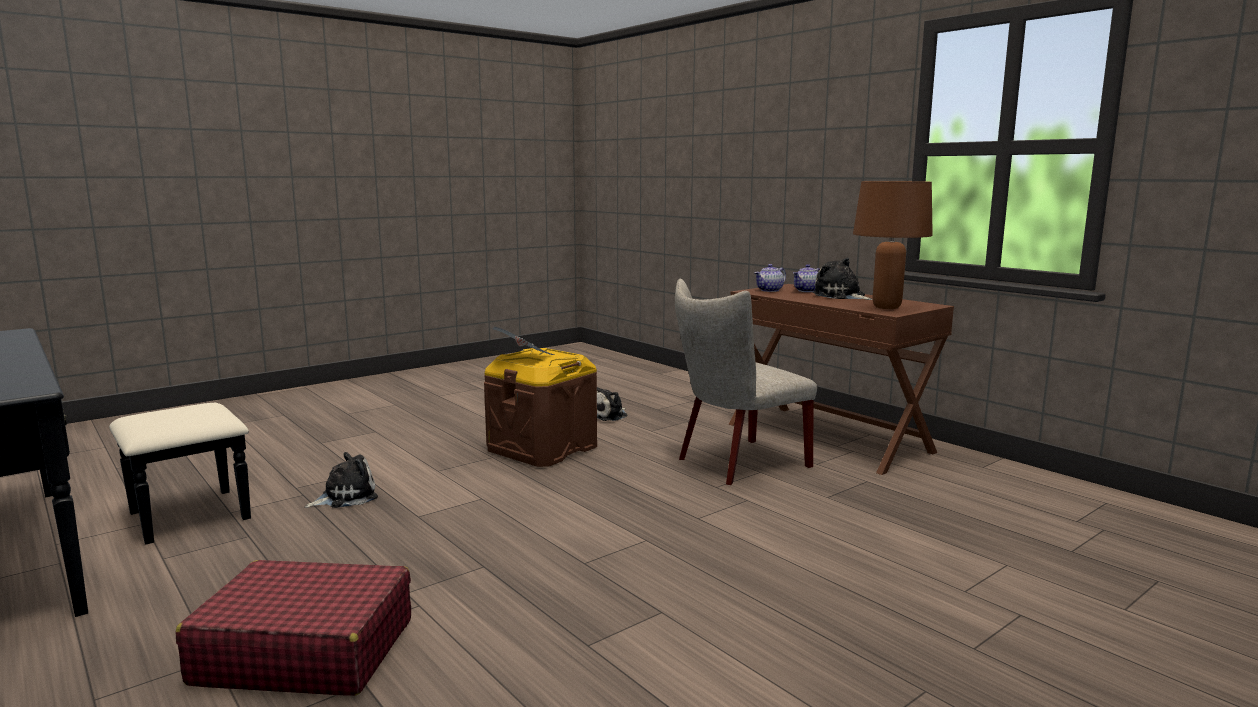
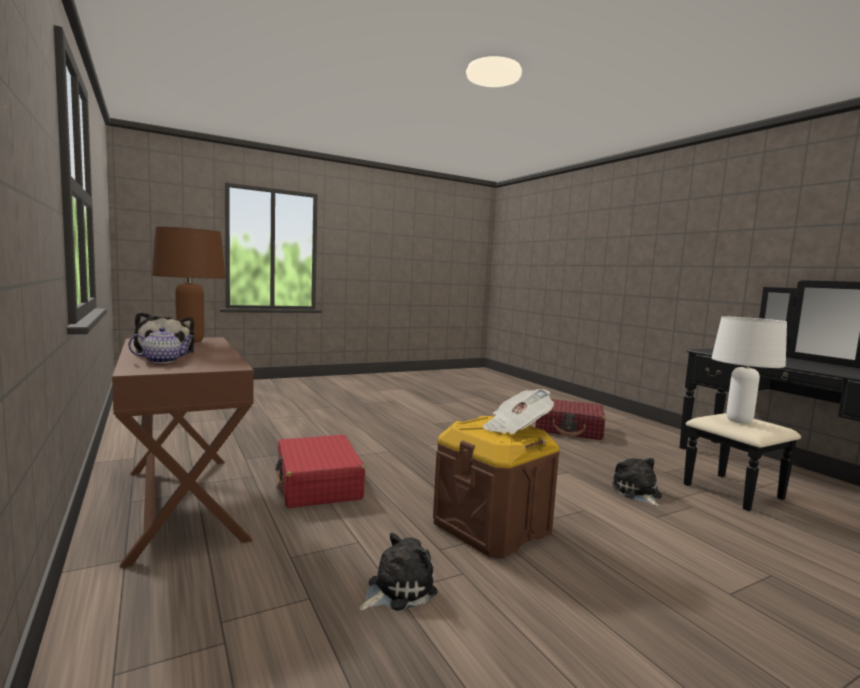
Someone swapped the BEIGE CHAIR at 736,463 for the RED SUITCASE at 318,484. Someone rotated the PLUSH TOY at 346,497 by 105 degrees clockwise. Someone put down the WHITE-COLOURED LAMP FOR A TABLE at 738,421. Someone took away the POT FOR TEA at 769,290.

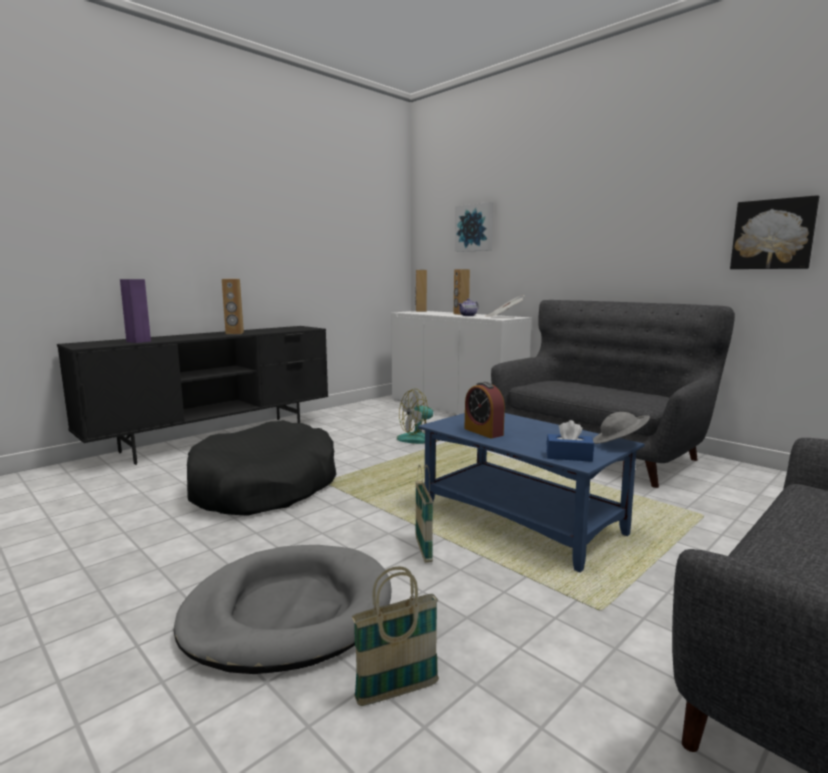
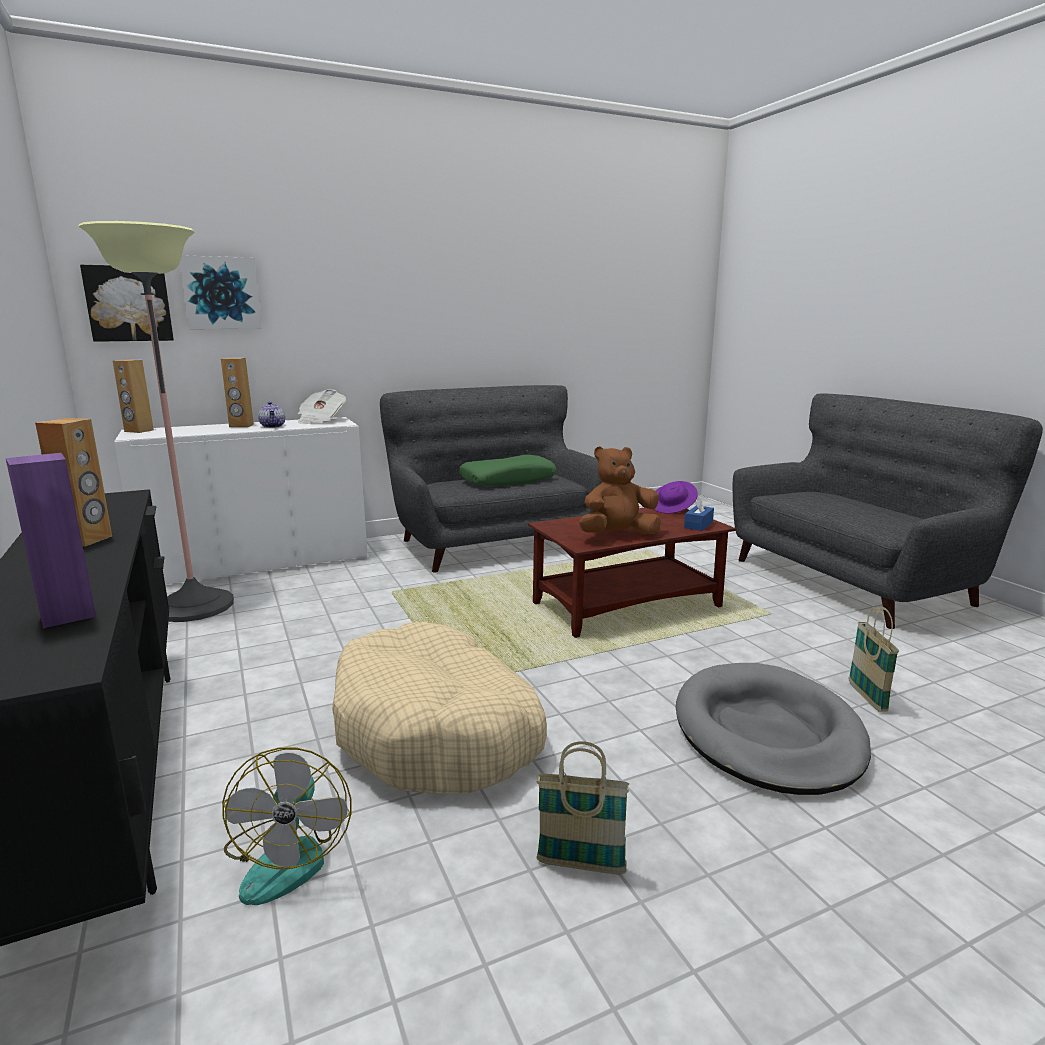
Someone put down the STANDARD LAMP at 194,606. Someone carried the PICTURE from 773,234 to 129,304. Someone carried the ELECTRIC FAN from 420,439 to 288,856. Someone repainted the BLACK-COLOURED DOG BED at 264,487, which became the BEIGE DOG BED at 437,731. Someone put down the GREENISH CUSHION at 508,481. Someone repainted the BLUE-COLOURED COFFEE TABLE at 522,521, which became the BROWN-COLOURED COFFEE TABLE at 627,605. Someone carried the STORAGE BASKET from 423,549 to 581,865. Someone swapped the TABLE CLOCK at 483,432 for the BROWN-COLOURED PLUSH TOY at 617,535. Someone repainted the GRAY HAT at 619,444, which became the PURPLE-COLOURED HAT at 673,508.

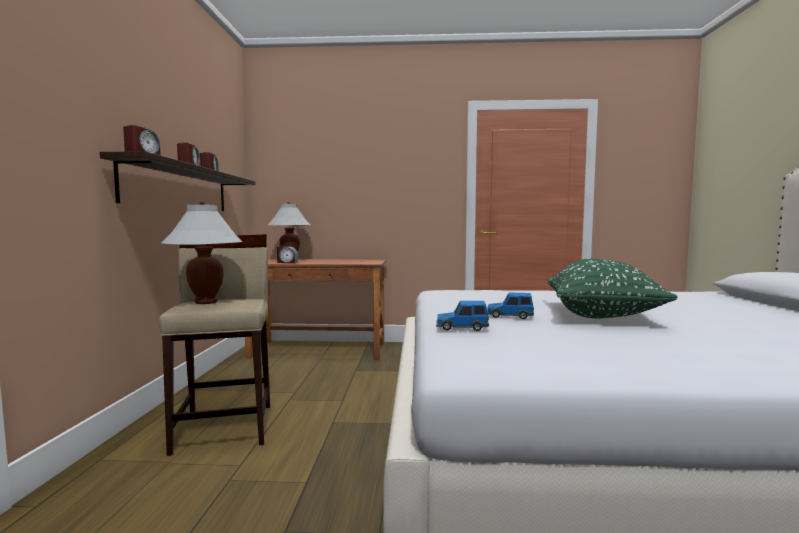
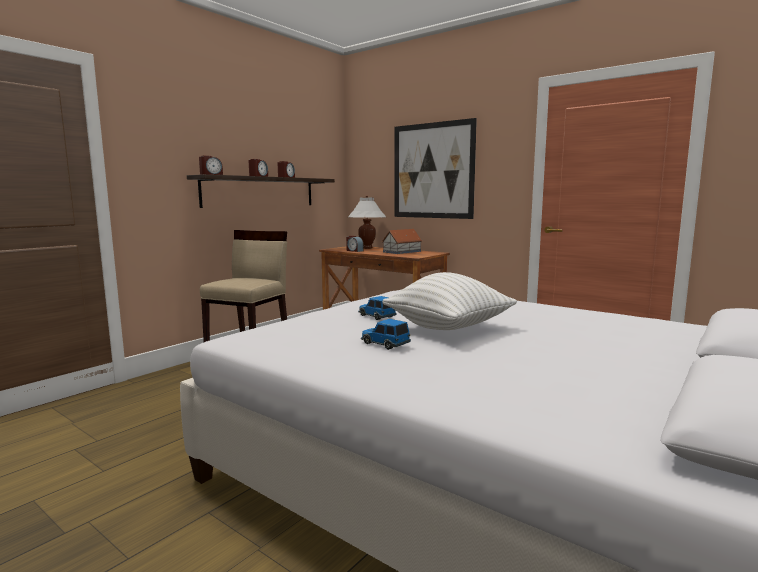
Someone carried the TOY CAR from 461,328 to 384,344. Someone put down the MODEL HOUSE at 402,251. Someone repainted the GREENISH CUSHION at 601,316, which became the WHITE-COLOURED CUSHION at 448,328. Someone put up the PICTURE at 432,171. Someone took away the WHITE-COLOURED LAMP FOR A TABLE at 206,302.

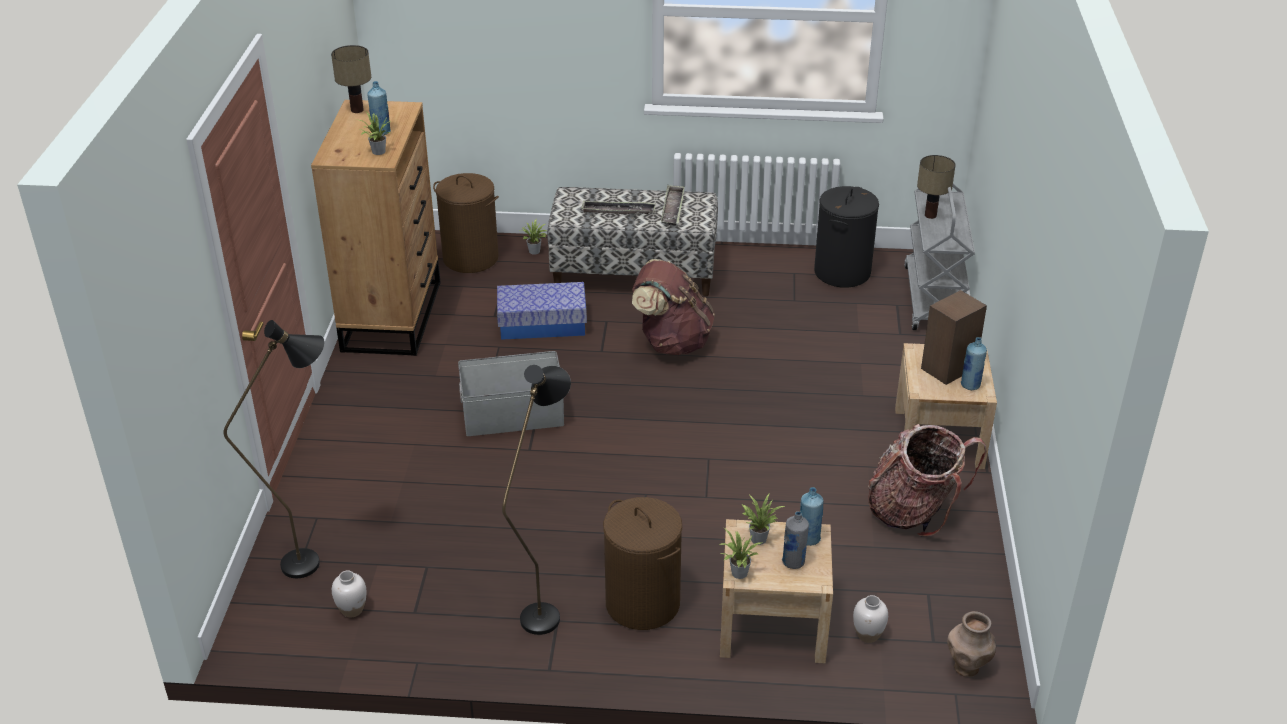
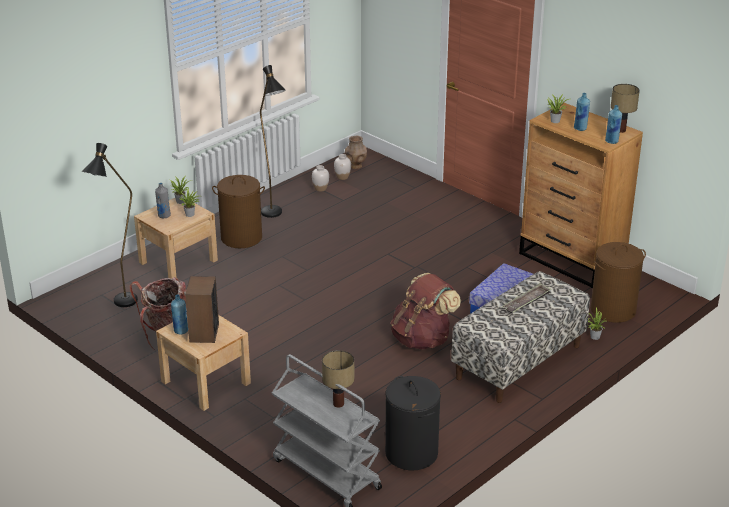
Someone carried the BLACK-COLOURED STANDARD LAMP from 315,561 to 121,305. Someone carried the WHITE-COLOURED DECORATIVE VASE from 868,635 to 320,189. Someone carried the BROWN-COLOURED DECORATIVE VASE from 967,667 to 356,166. Someone carried the BLUE-COLOURED BOTTLE from 809,538 to 612,141. Someone took away the GRAY STORAGE BOX at 512,416. Someone took away the TRAY at 672,209.

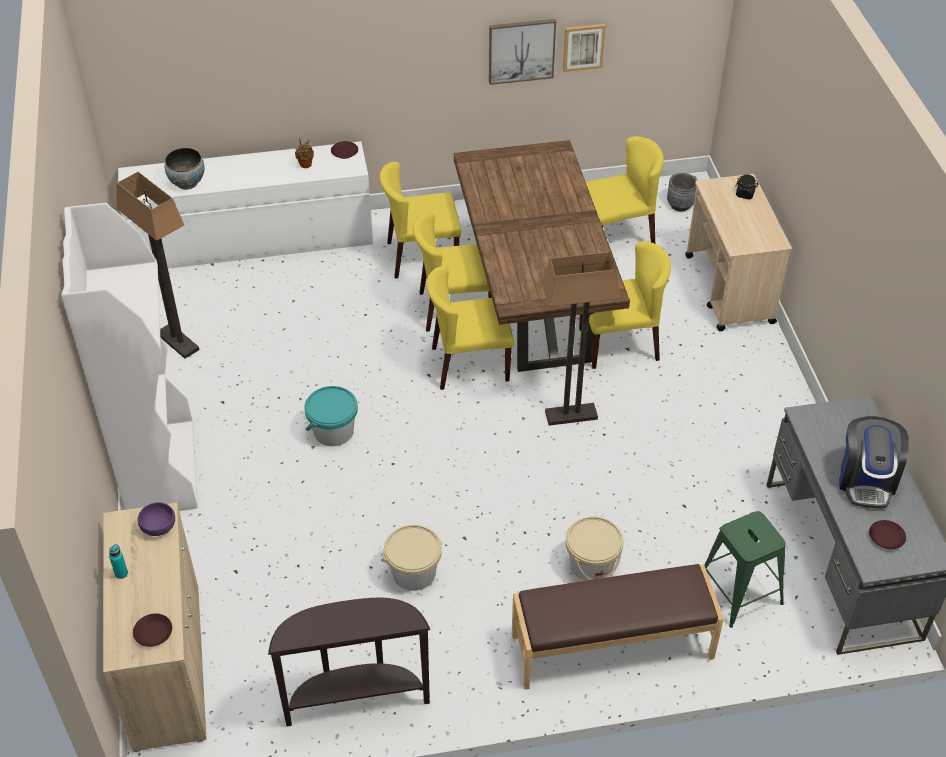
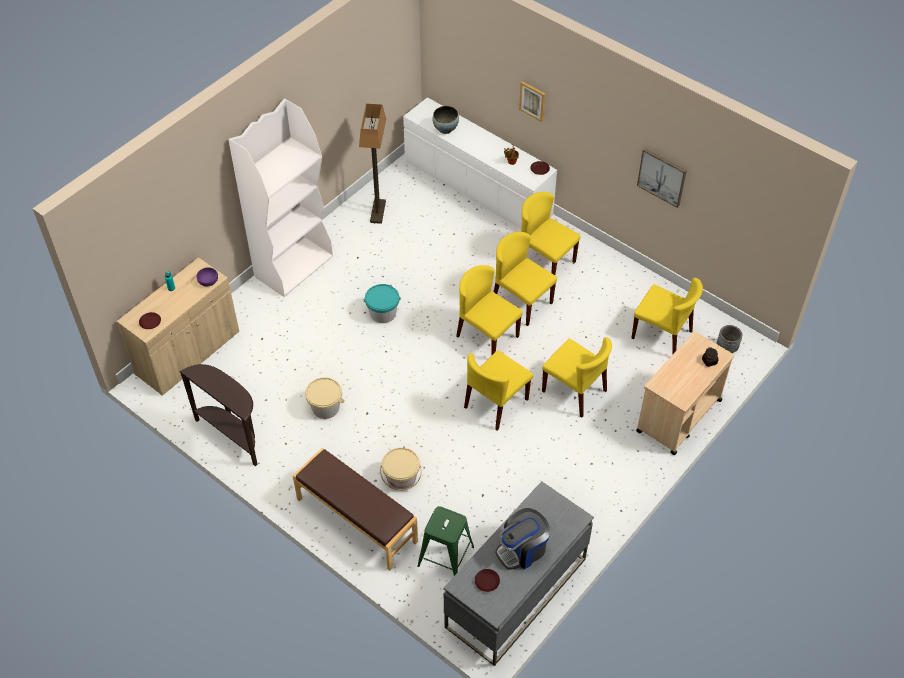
Someone swapped the STANDARD LAMP at 571,416 for the YELLOWISH CHAIR at 496,404. Someone carried the PICTURE from 583,47 to 532,101. Someone took away the BROWN-COLOURED DINNER TABLE at 534,297.

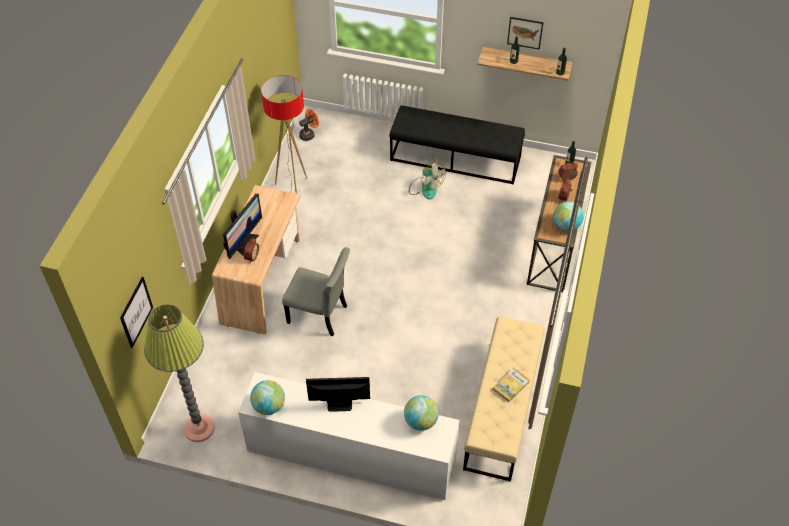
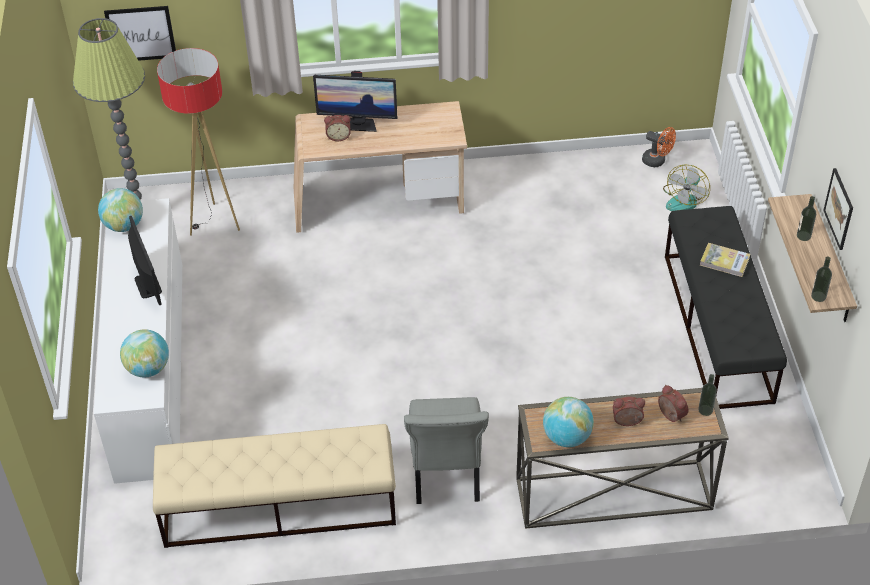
Someone carried the STANDARD LAMP from 293,188 to 214,223. Someone carried the GRAY CHAIR from 319,315 to 446,474. Someone carried the ELECTRIC FAN from 425,188 to 684,199. Someone carried the BOUND BOOK from 511,385 to 724,261.

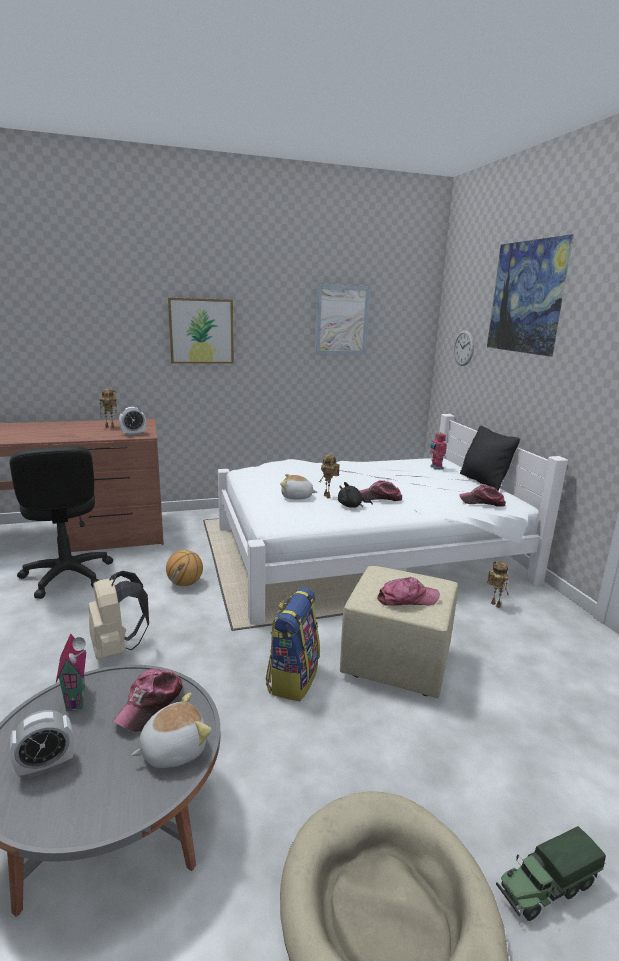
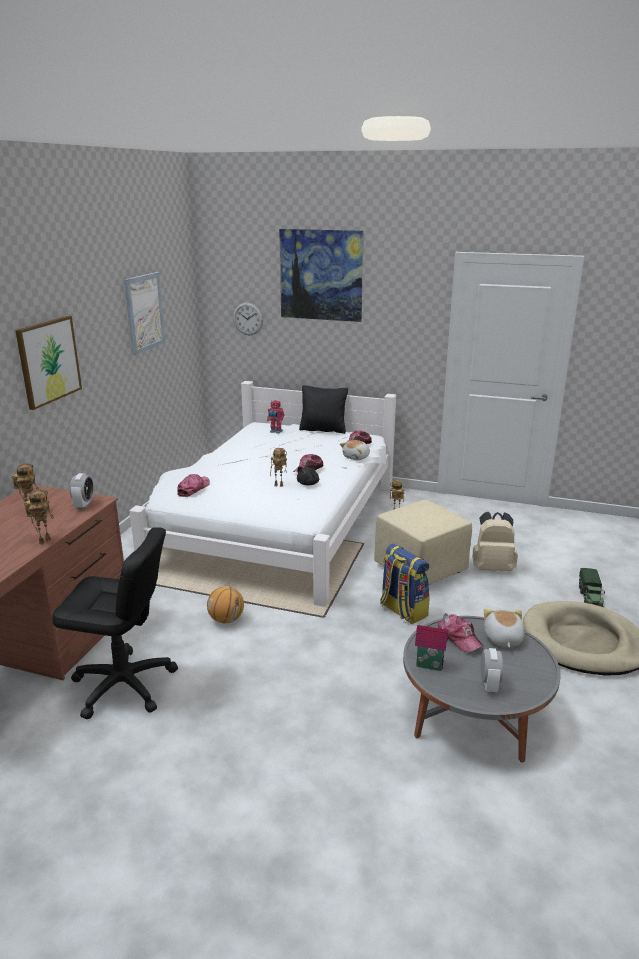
Someone put down the TOY ROBOT at 44,541. Someone carried the CAP from 407,599 to 193,489. Someone carried the PLUSH TOY from 297,497 to 357,457. Someone carried the BEIGE KNAPSACK from 117,648 to 492,567.

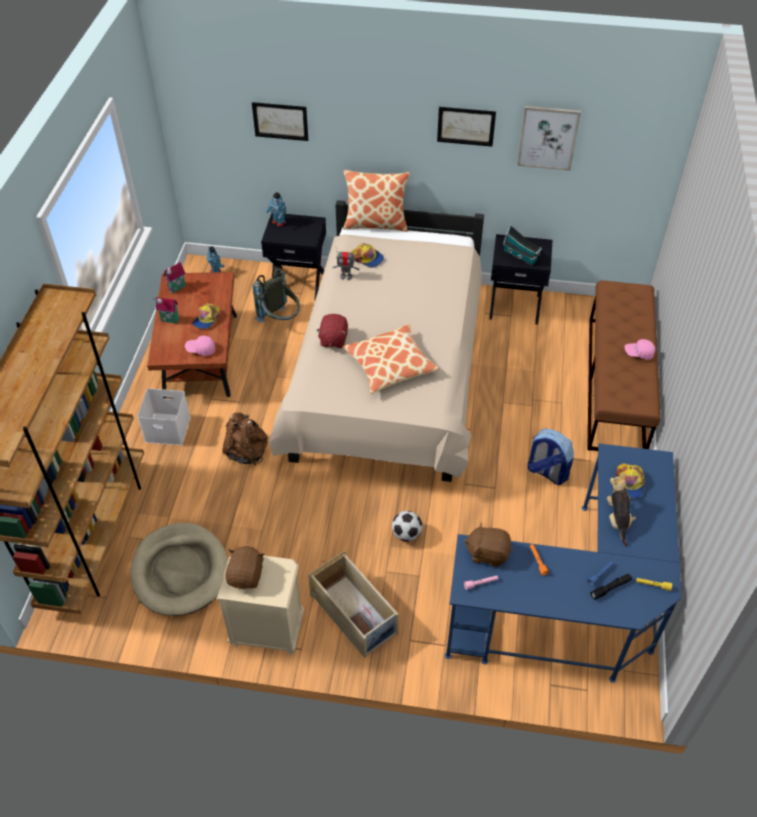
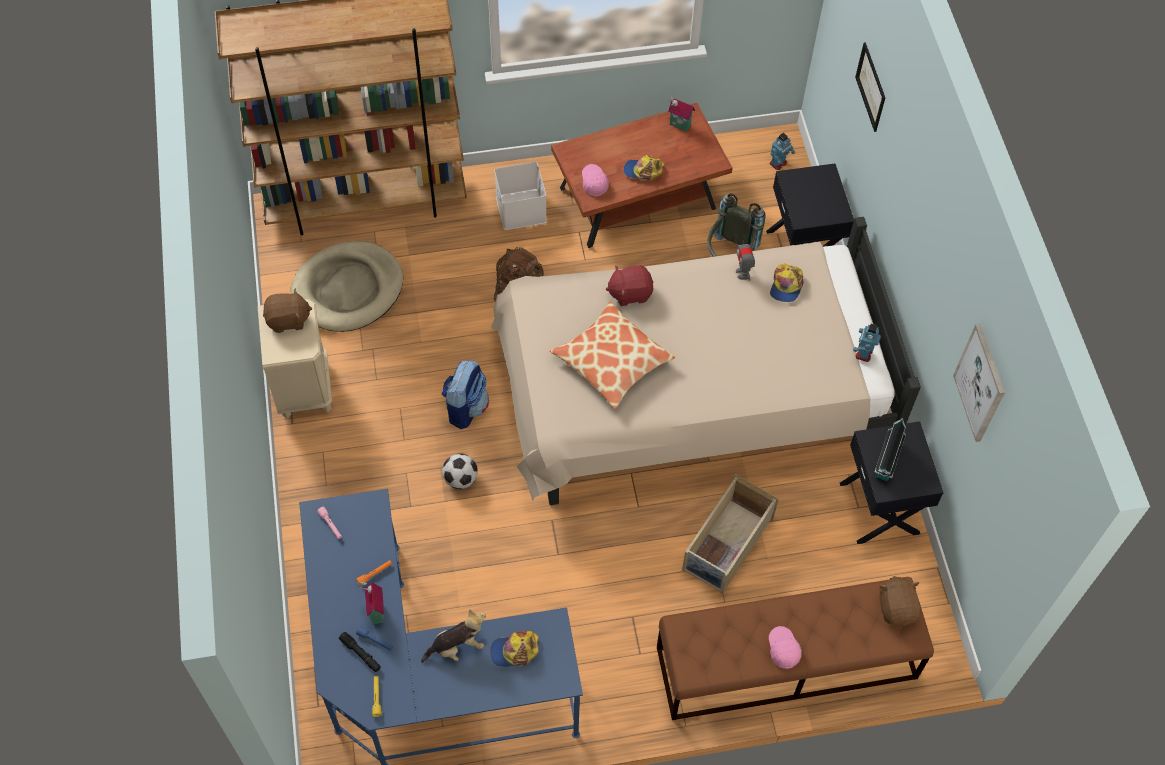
Someone carried the MODEL HOUSE from 169,320 to 375,612. Someone carried the KNAPSACK from 546,472 to 466,407. Someone carried the BEIGE STORAGE BOX from 354,614 to 727,545. Someone carried the TOY ROBOT from 278,222 to 863,353. Someone carried the BROWN-COLOURED PLUSH TOY from 487,553 to 897,608. Someone took away the CUSHION at 376,223. Someone took away the PICTURE at 466,126.

